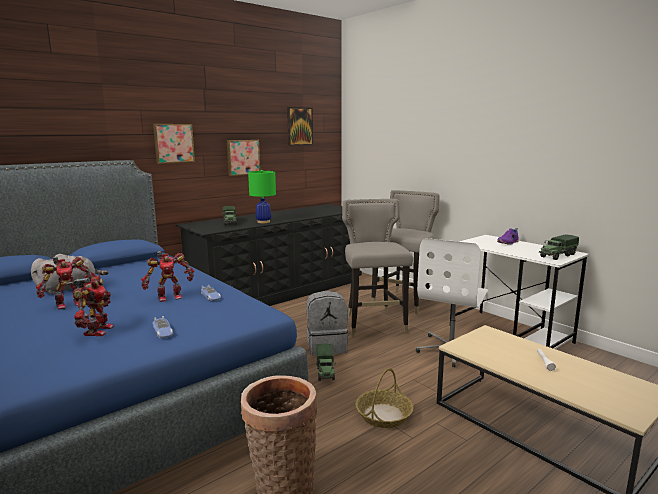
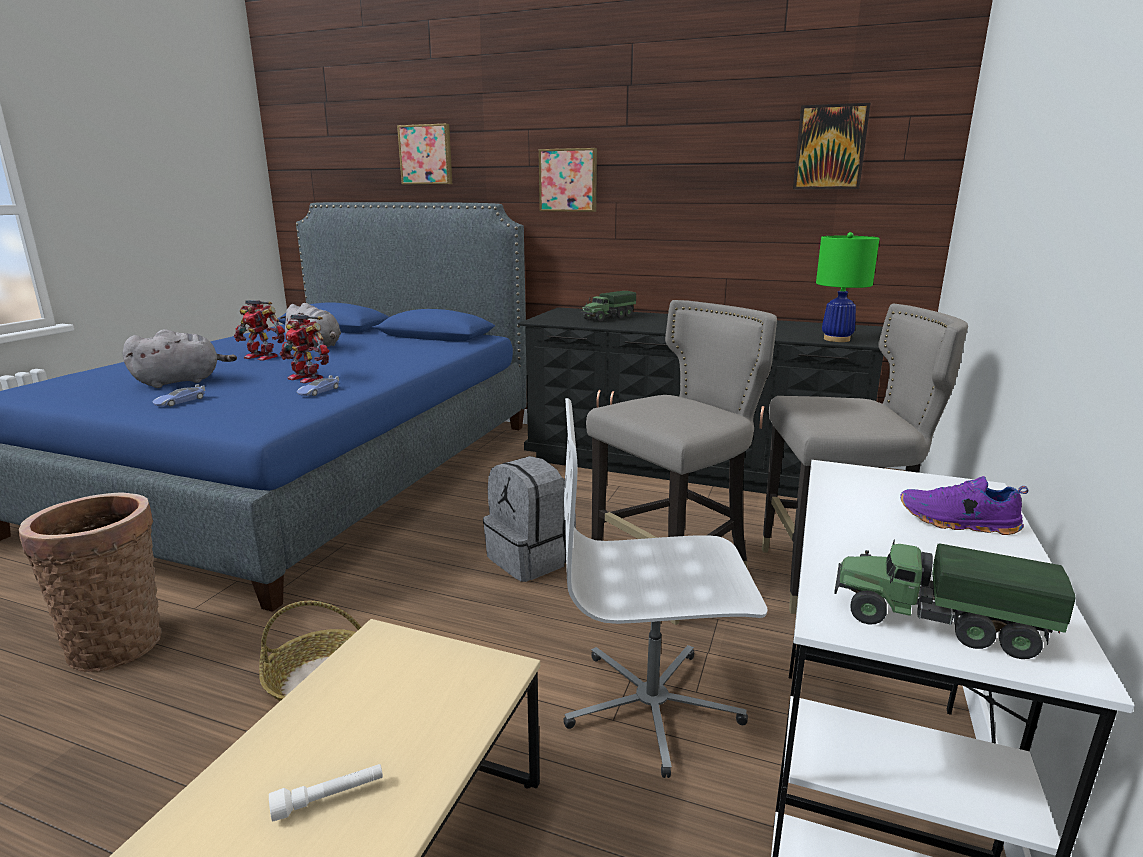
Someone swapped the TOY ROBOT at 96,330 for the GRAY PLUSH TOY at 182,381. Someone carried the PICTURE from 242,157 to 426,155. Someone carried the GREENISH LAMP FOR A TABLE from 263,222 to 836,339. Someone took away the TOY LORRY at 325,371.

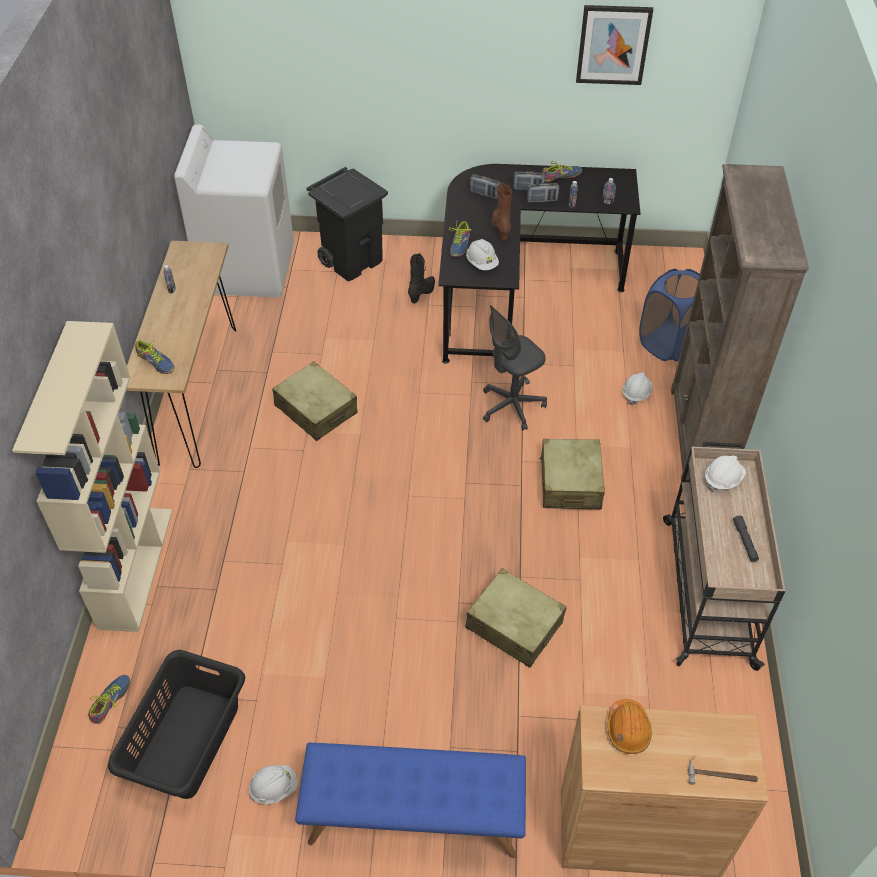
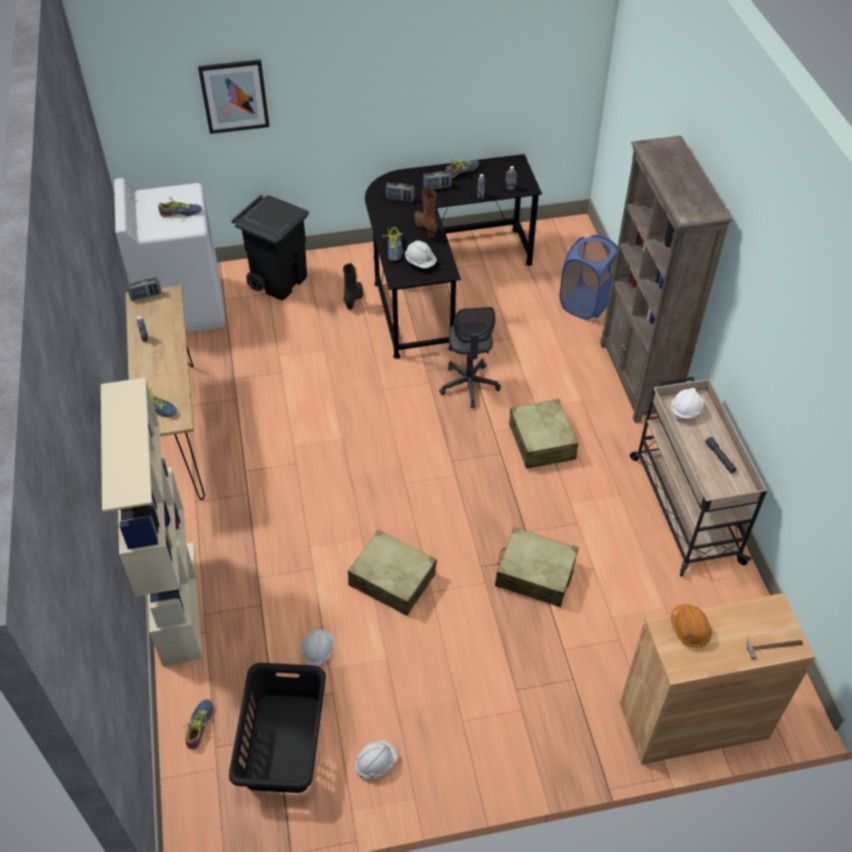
Someone carried the RADIO RECEIVER from 542,200 to 145,296. Someone put down the SHOE at 180,212. Someone carried the PICTURE from 613,45 to 234,96. Someone carried the WHITE-COLOURED HARD HAT from 636,393 to 318,651. Someone carried the BEIGE SUITCASE from 316,409 to 392,580. Someone rotated the GRAY OFFICE CHAIR at 512,406 by 45 degrees counterclockwise. Someone took away the BLUE-COLOURED LONG SEAT at 413,818.

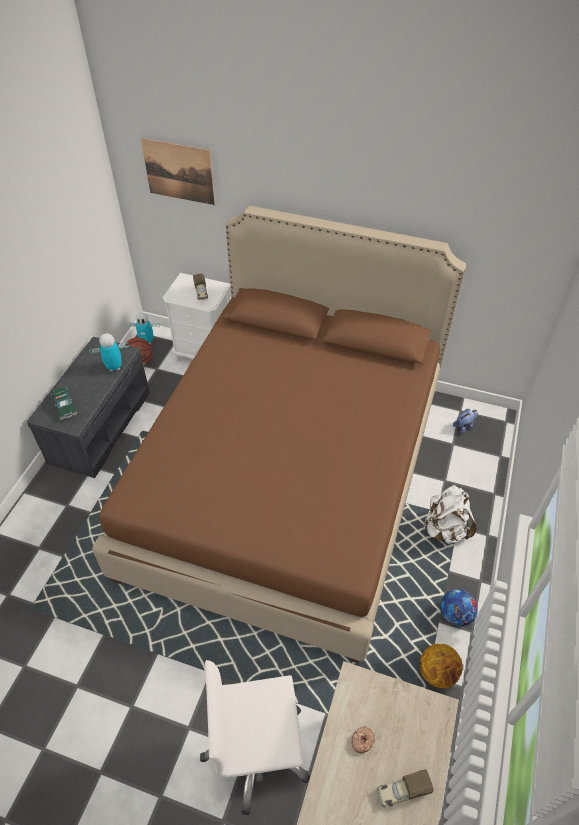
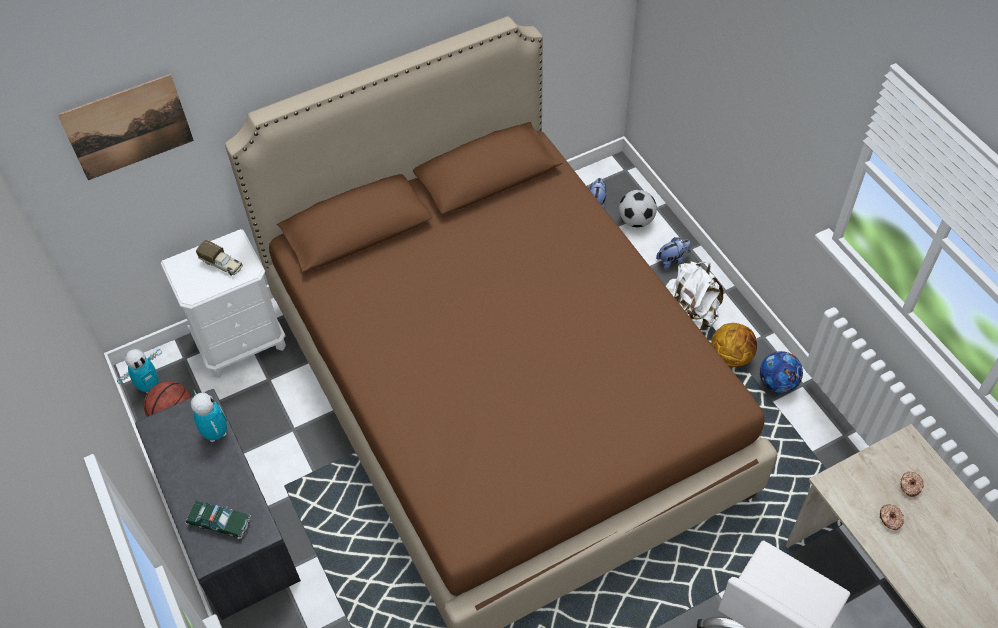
Someone rotated the TOY ROBOT at 114,367 by 120 degrees clockwise. Someone put down the FOOTBALL BALL at 636,220. Someone put down the PLUSH TOY at 672,261. Someone carried the BASKETBALL BALL from 438,673 to 731,356. Someone put down the DOUGHNUT at 910,486. Someone took away the TOY LORRY at 402,791.

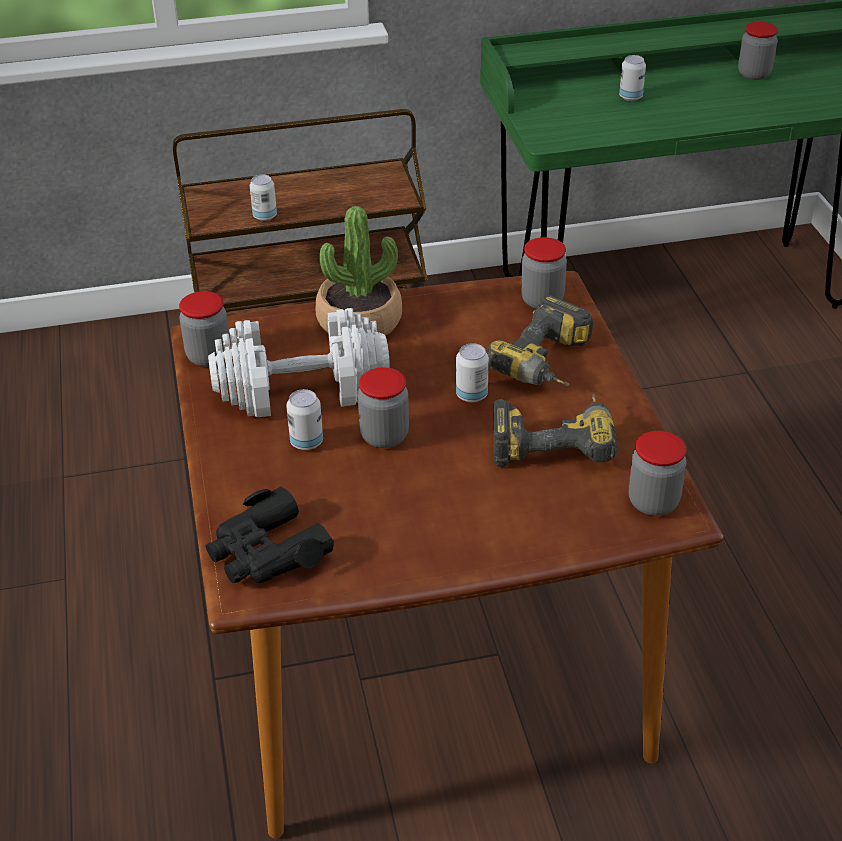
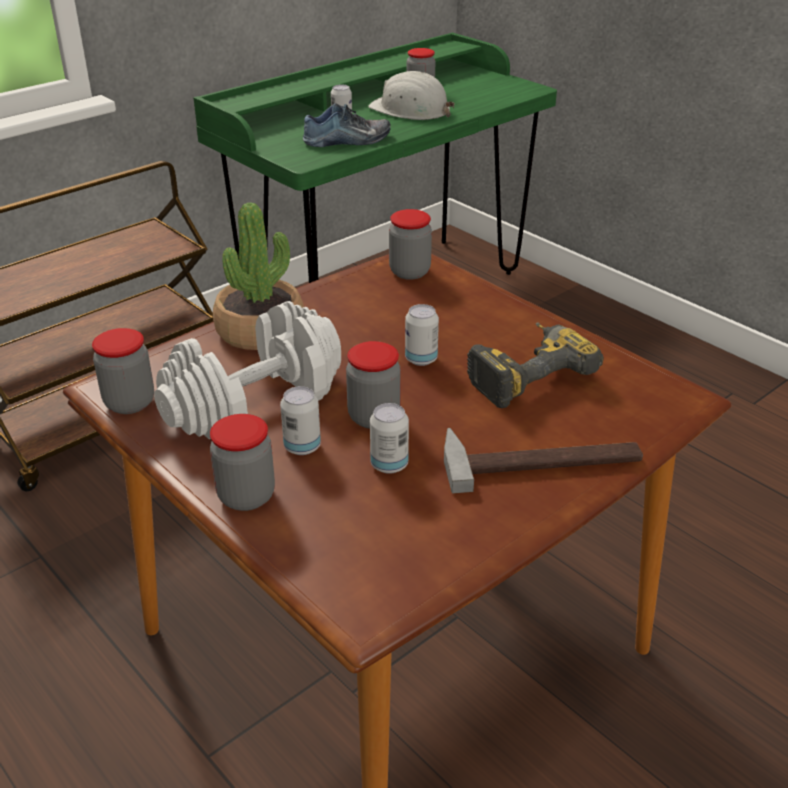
Someone carried the PRESERVE JAR from 653,502 to 246,496. Someone put down the SHOE at 348,141. Someone put down the WHITE-COLOURED HARD HAT at 410,110. Someone carried the METAL CAN from 265,216 to 389,465. Someone put down the HAMMER at 541,458. Someone took away the BLACK-COLOURED PAIR OF BINOCULARS at 267,552. Someone took away the POWER DRILL at 549,365.

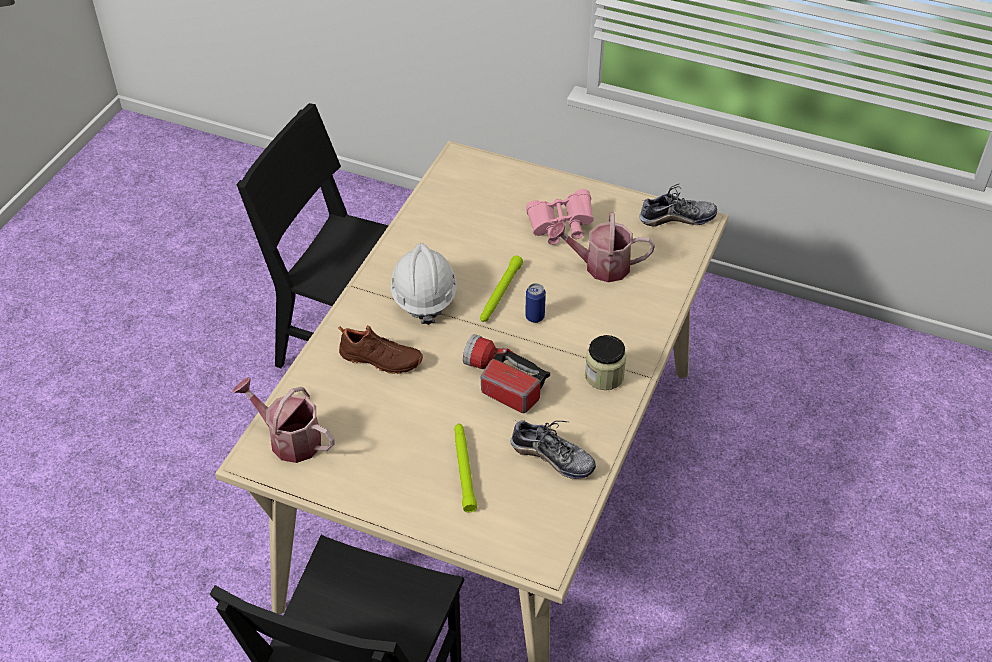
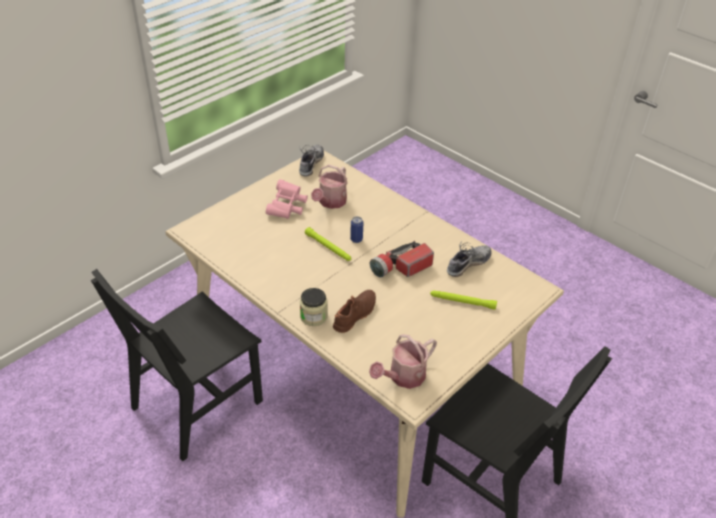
Someone carried the PRESERVE JAR from 604,376 to 313,316. Someone took away the WHITE-COLOURED HARD HAT at 423,296.

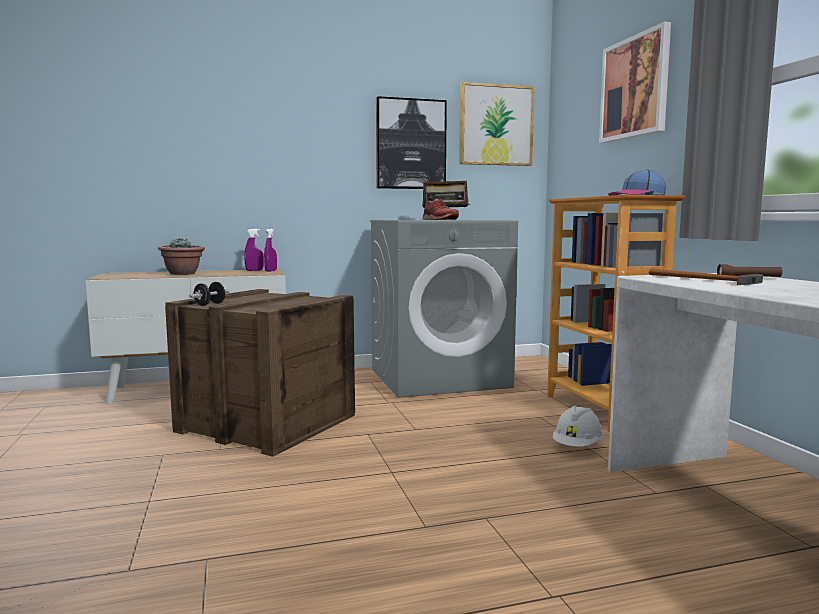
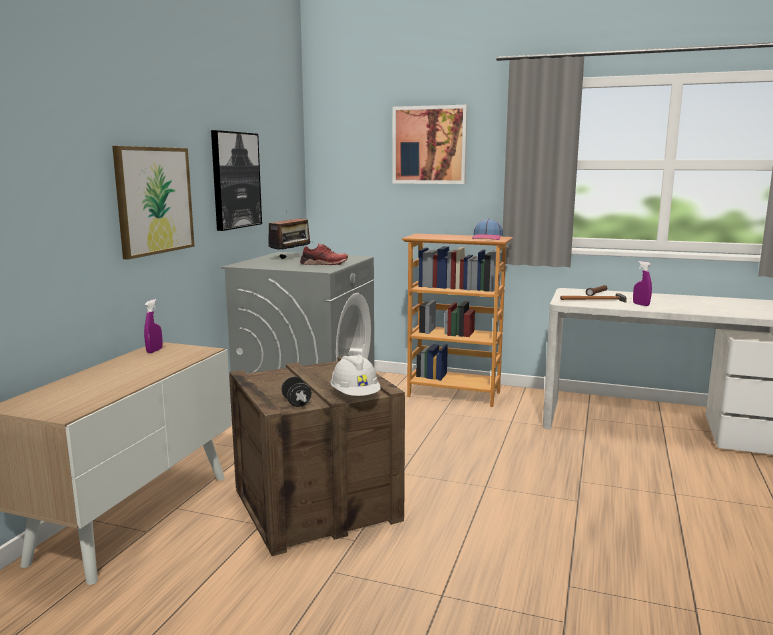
Someone carried the PICTURE from 496,125 to 154,200. Someone carried the WHITE-COLOURED HARD HAT from 577,446 to 355,396. Someone carried the PURPLE-COLOURED HAND SPRAYER from 271,271 to 641,304. Someone took away the HOUSEPLANT at 183,273.

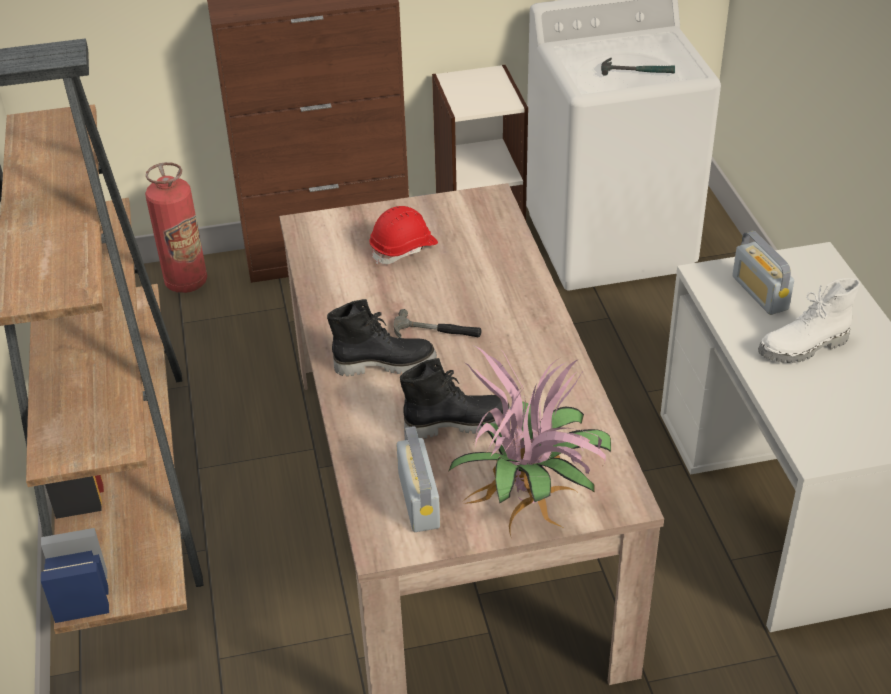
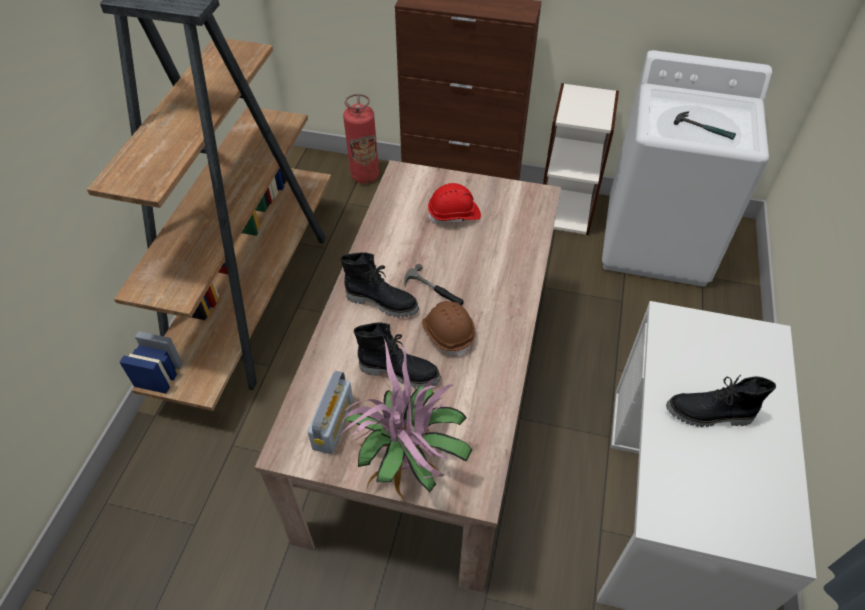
Someone put down the BROWN-COLOURED HARD HAT at 448,334. Someone repainted the WHITE-COLOURED HIGH-TOP BOOT at 804,348, which became the BLACK-COLOURED HIGH-TOP BOOT at 709,415. Someone took away the RADIO RECEIVER at 760,293.

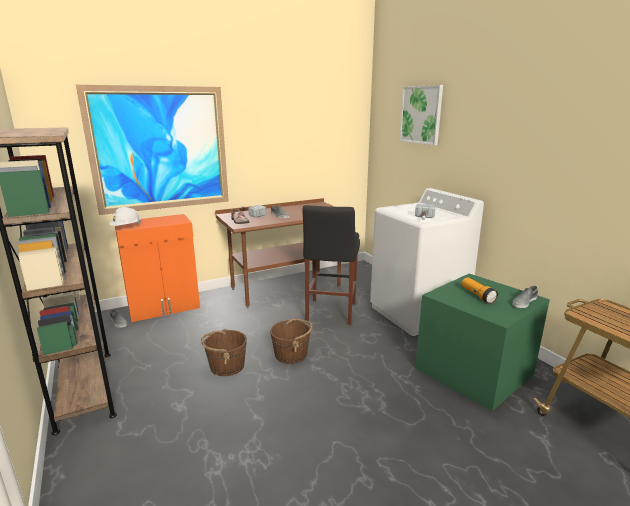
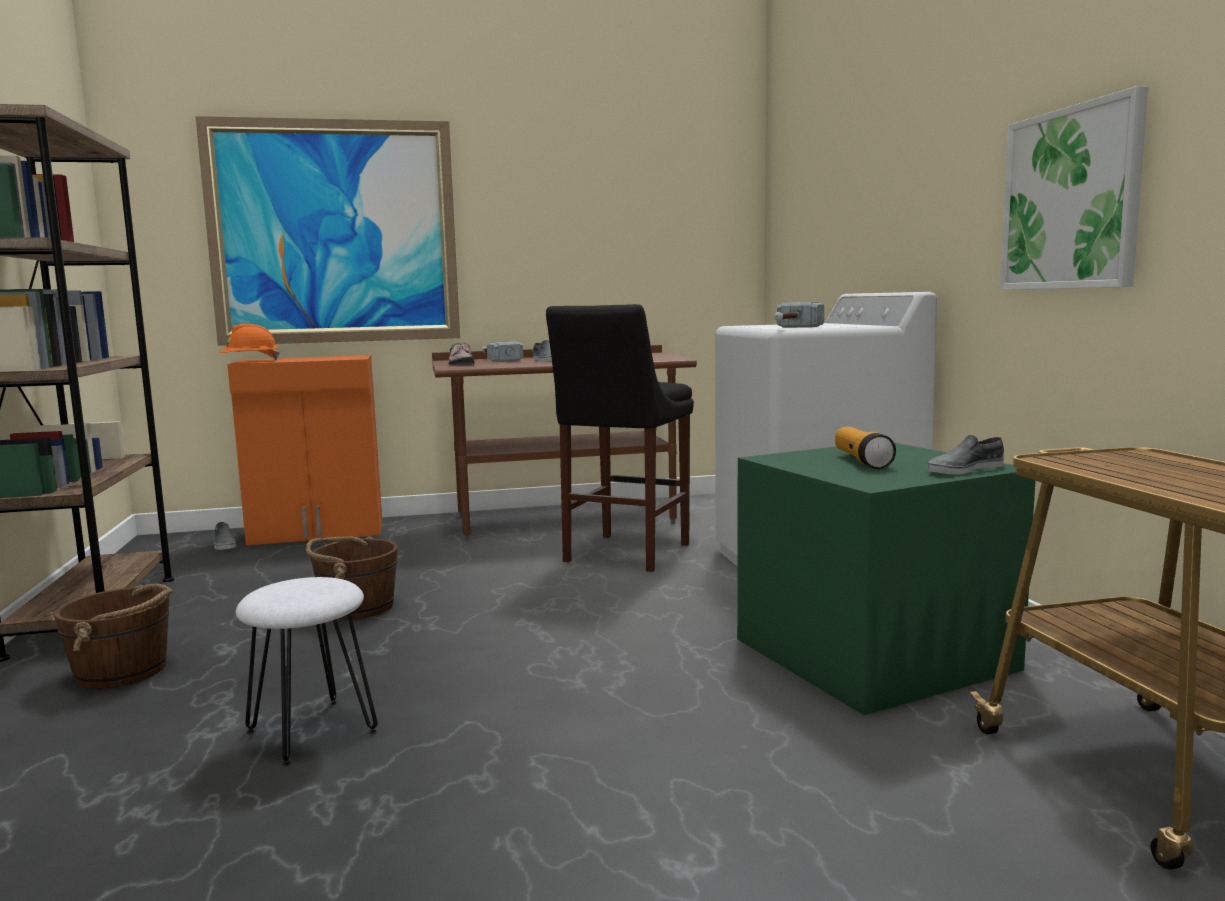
Someone carried the BROWN-COLOURED WATER BUCKET from 291,354 to 123,671. Someone repainted the WHITE-COLOURED HARD HAT at 126,227, which became the ORANGEY HARD HAT at 250,361. Someone put down the WHITE-COLOURED STOOL at 311,731. Someone carried the PICTURE from 421,115 to 1071,199.

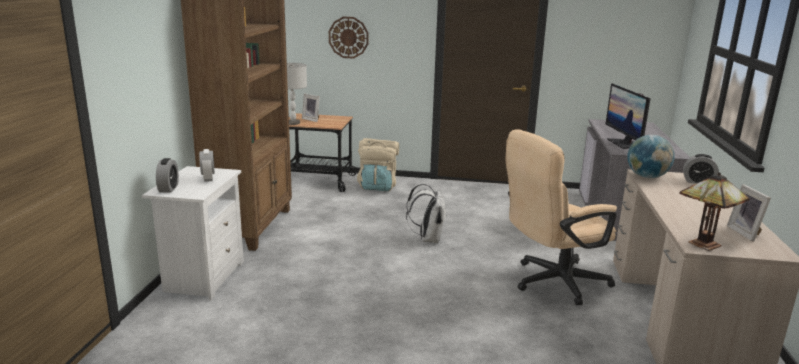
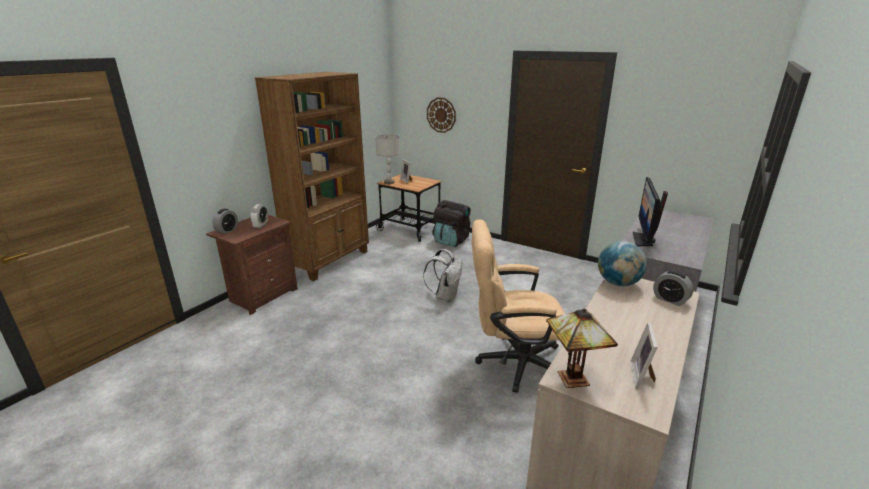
Someone repainted the WHITE-COLOURED NIGHTSTAND at 203,277, which became the BROWN-COLOURED NIGHTSTAND at 262,295. Someone repainted the BEIGE KNAPSACK at 378,186, which became the BLACK-COLOURED KNAPSACK at 451,241.

